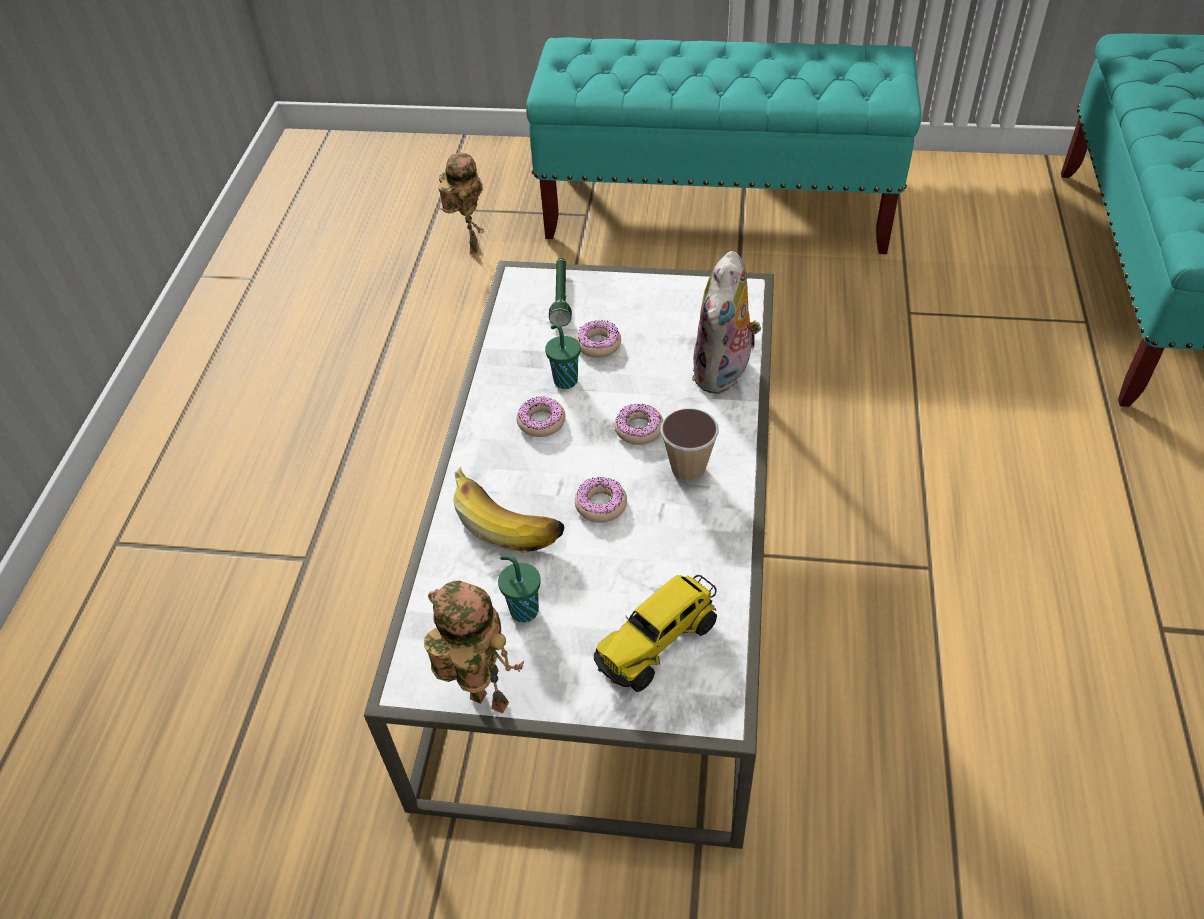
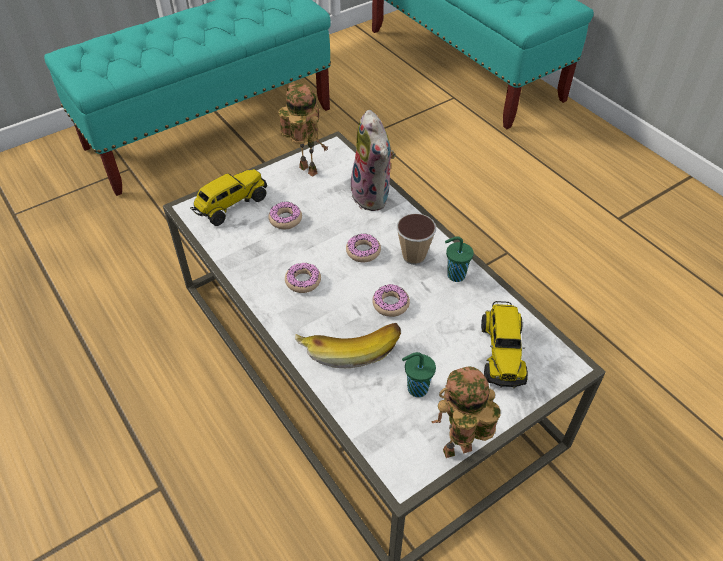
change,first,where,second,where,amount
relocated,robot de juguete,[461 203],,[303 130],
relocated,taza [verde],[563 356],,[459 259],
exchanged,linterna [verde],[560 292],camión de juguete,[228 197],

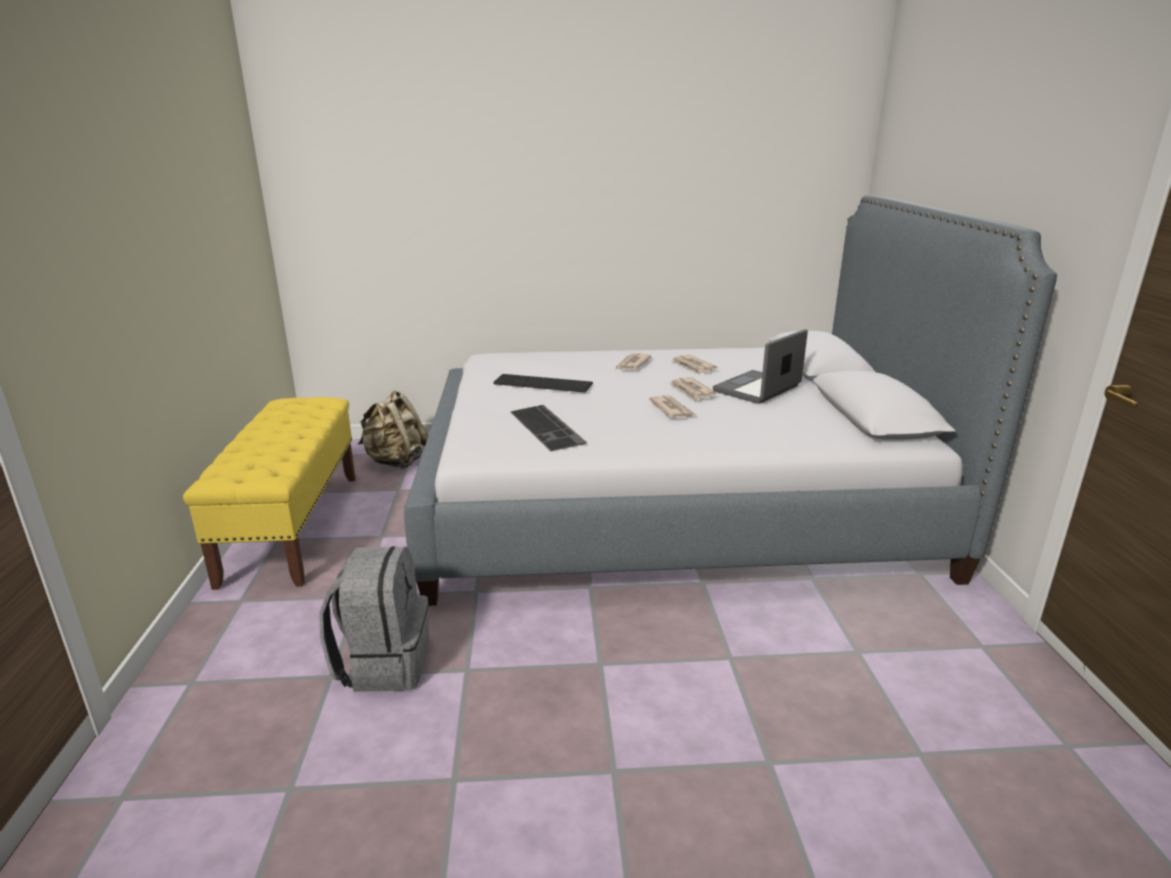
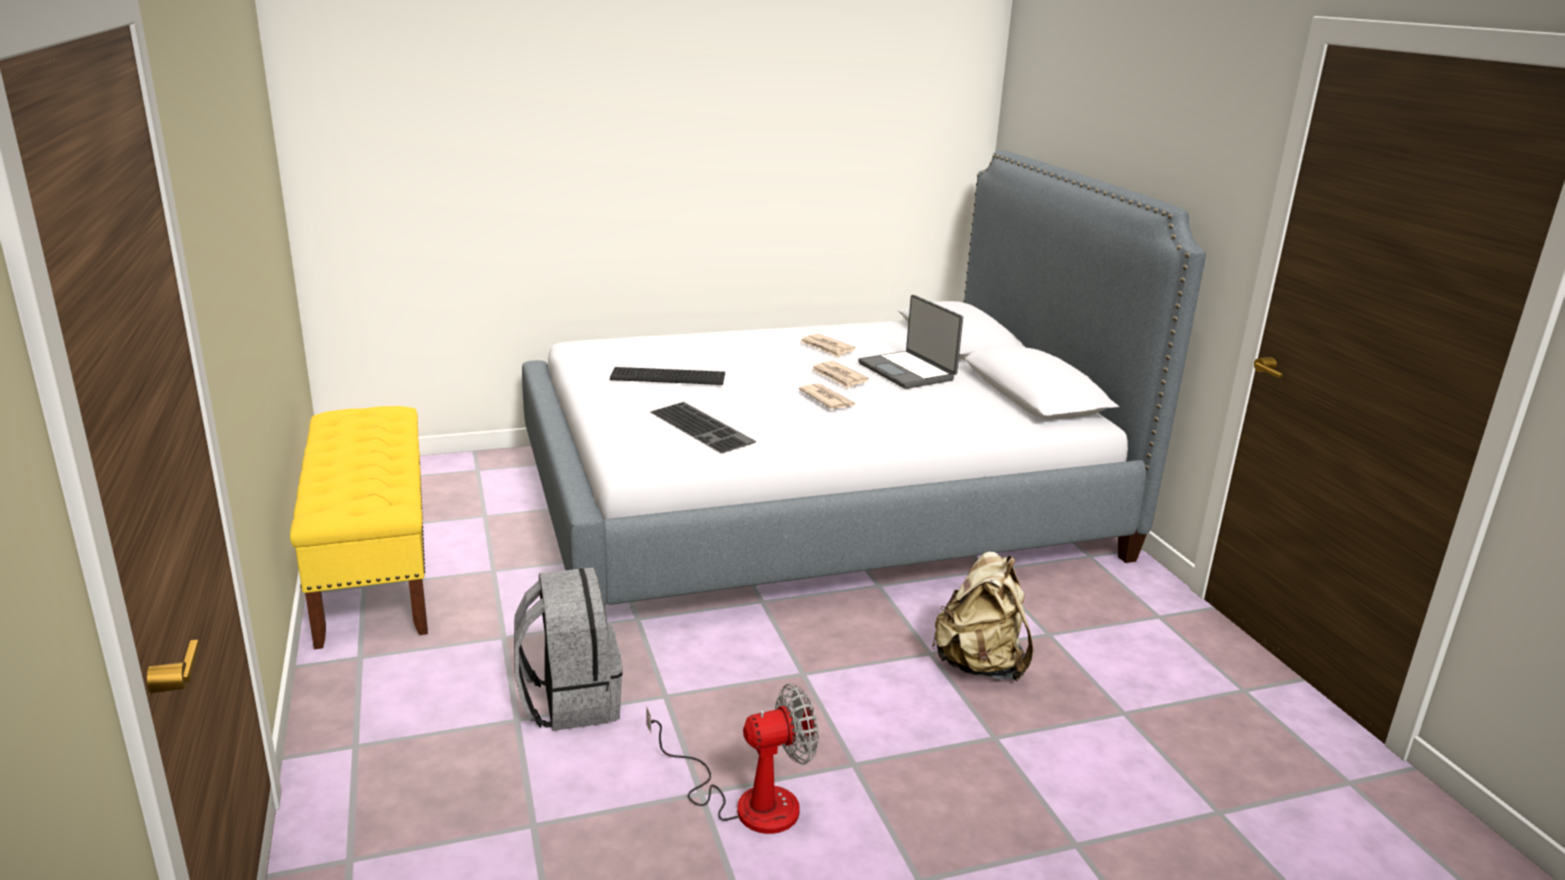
change,first,where,second,where,amount
missing,periódico,[633 361],,,
appeared,,,ventilador,[732 759],
relocated,mochila [beis],[393 430],,[982 616],
spun,portátil,[760 366],,[910 342],60 degrees counterclockwise

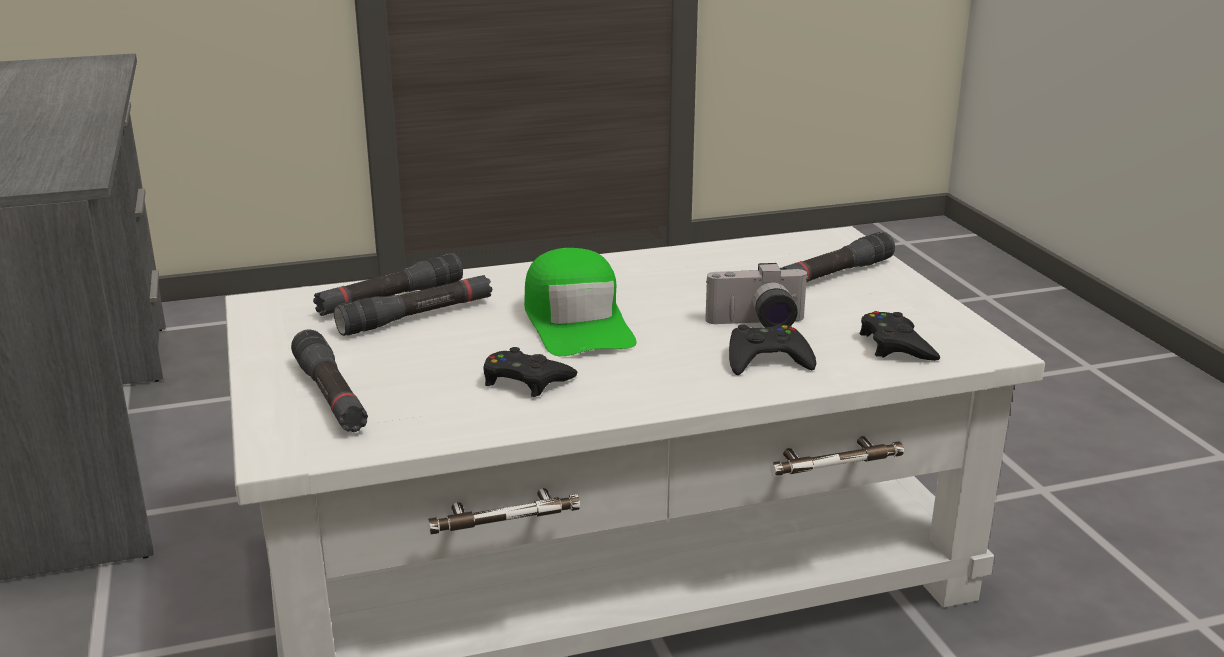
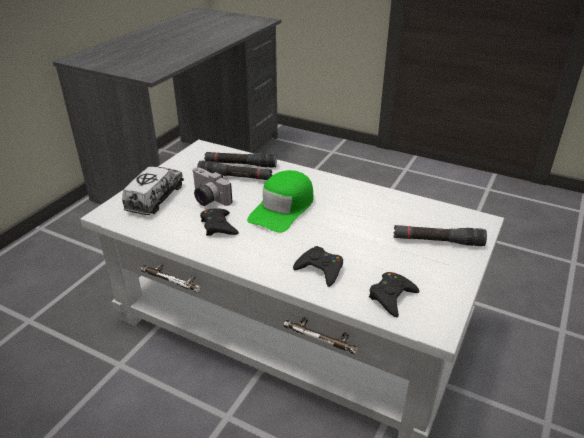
change,first,where,second,where,amount
relocated,cámara,[756 295],,[212 186],
exchanged,linterna [negro],[329 380],camión de juguete,[153 191],

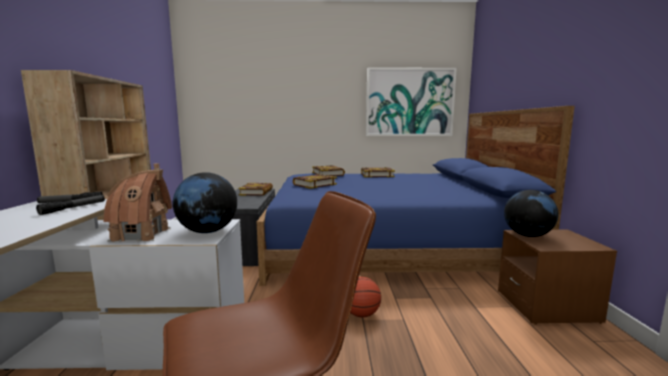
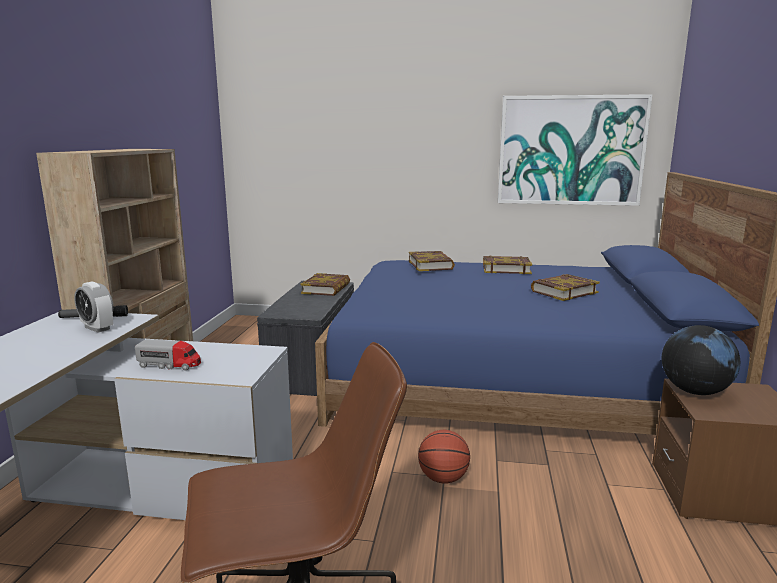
change,first,where,second,where,amount
missing,globo terráqueo,[205 202],,,
relocated,libro,[315 181],,[565 287],
exchanged,linterna,[70 205],despertador,[93 307],
exchanged,casita,[137 202],camión de juguete,[168 355],

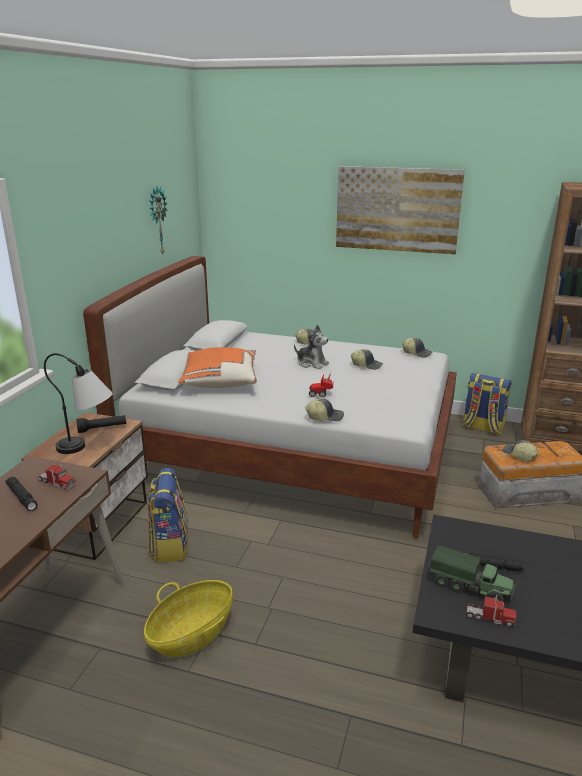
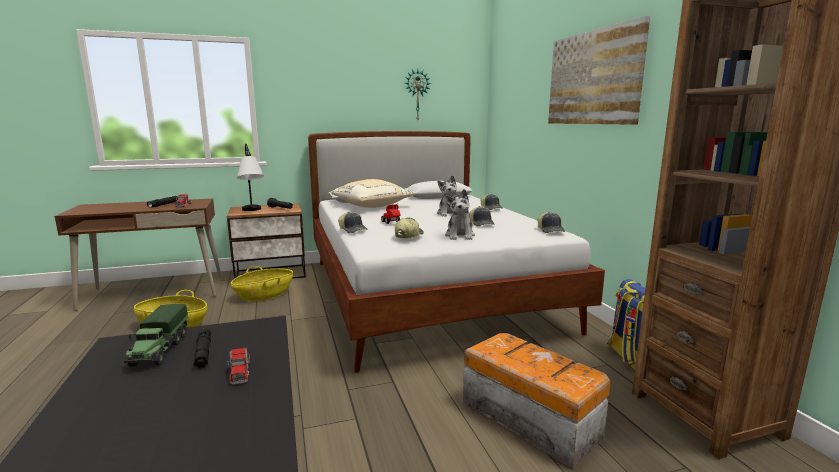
change,first,where,second,where,amount
appeared,,,peluche,[460 214],
relocated,camión de juguete,[491 611],,[238 366],
relocated,gorra,[520 451],,[409 227],
exchanged,mochila,[168 515],cesta,[262 283],
colour,cojín [naranja],[218 367],cojín [beis],[373 193],

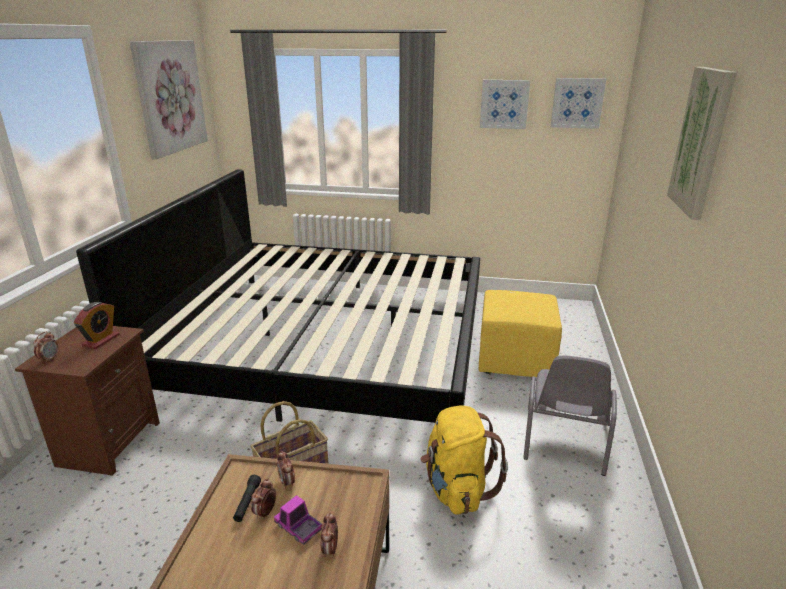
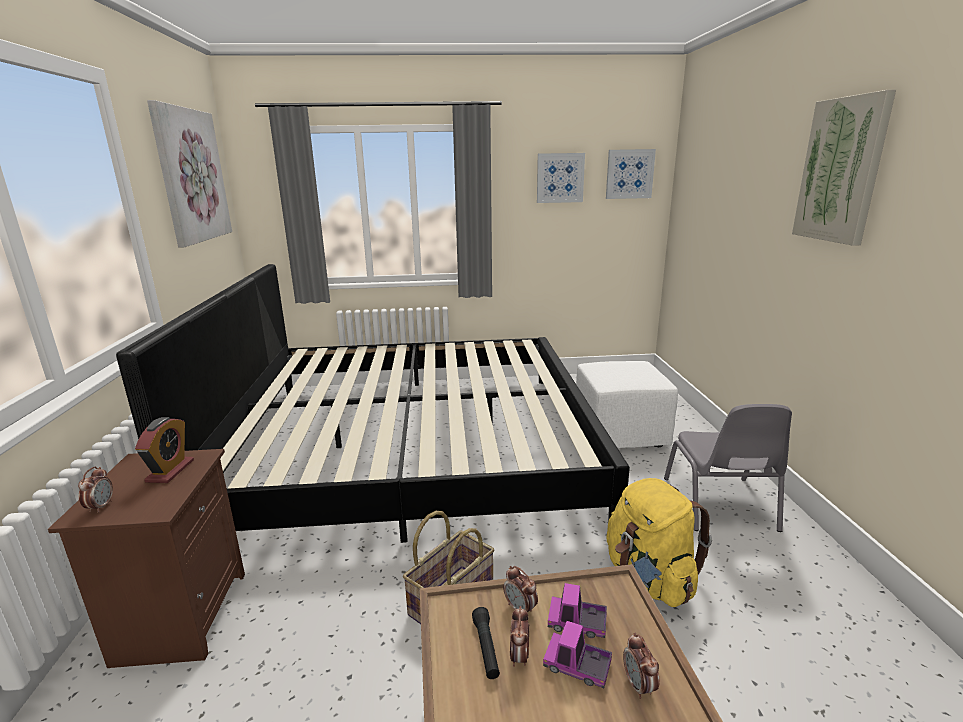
change,first,where,second,where,amount
appeared,,,camión de juguete,[577 610],
colour,puf [amarillo],[520 333],puf [blanco],[627 404],

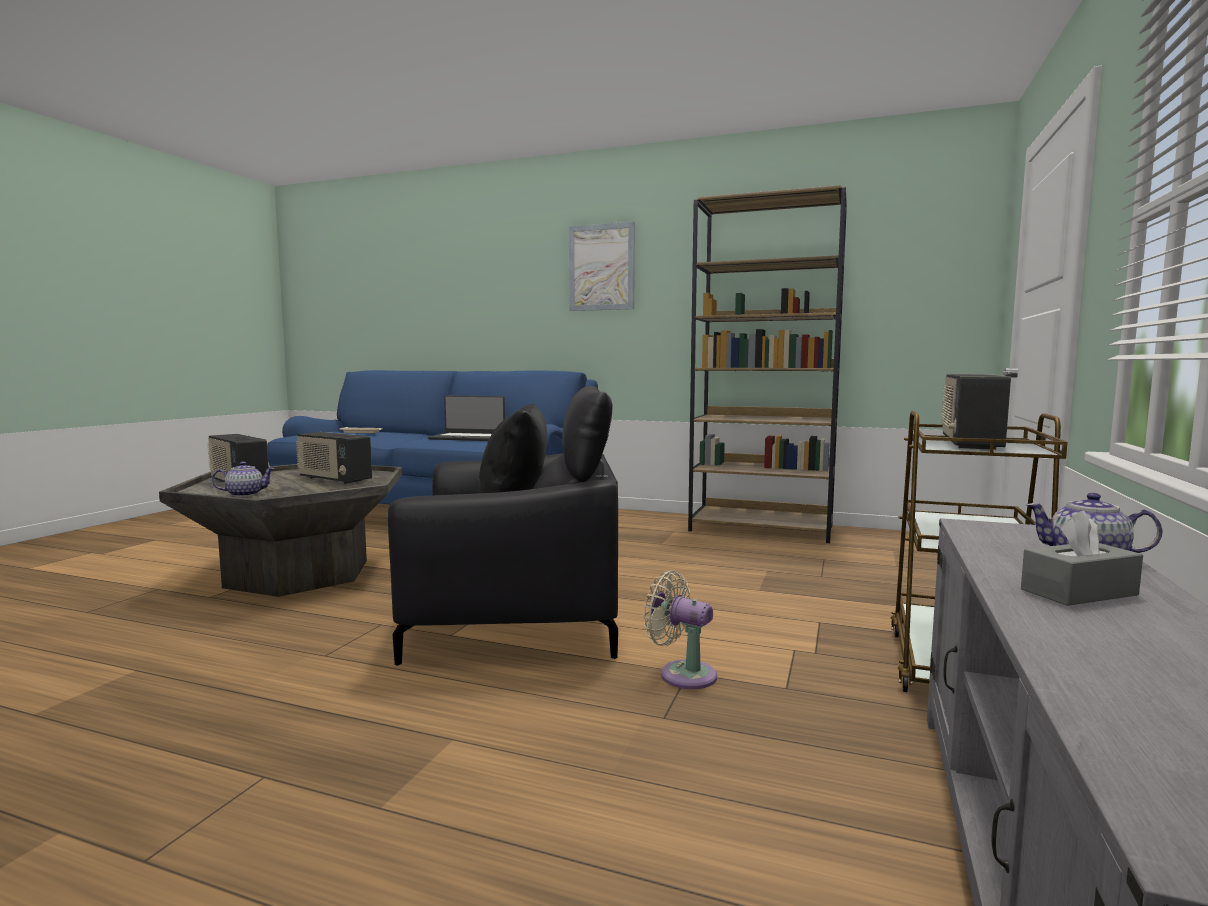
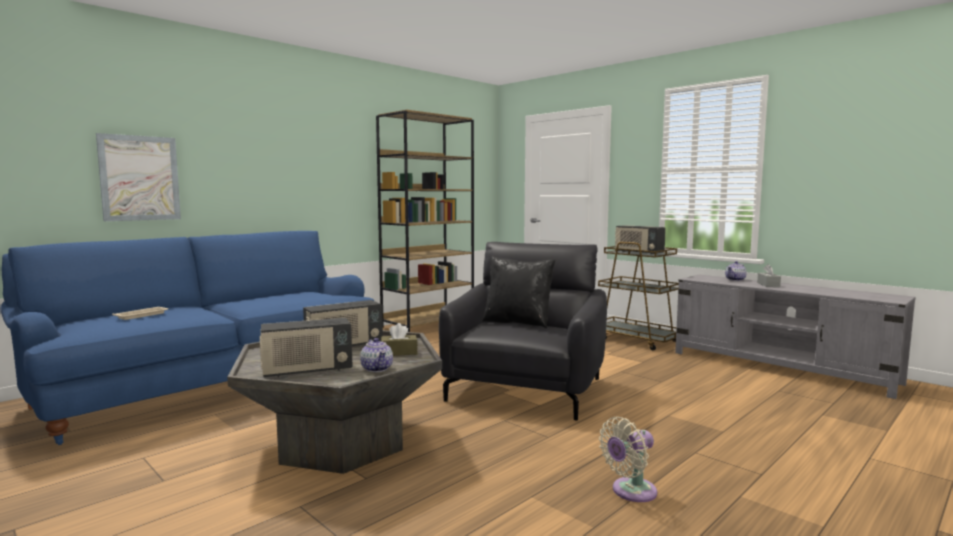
change,first,where,second,where,amount
missing,portátil,[466 418],,,
appeared,,,caja de pañuelos [marrón],[399 339],
relocated,cuadro,[602 266],,[138 177],
relocated,ventilador [beis],[680 630],,[628 459],
spun,tetera,[243 479],,[376 355],150 degrees clockwise

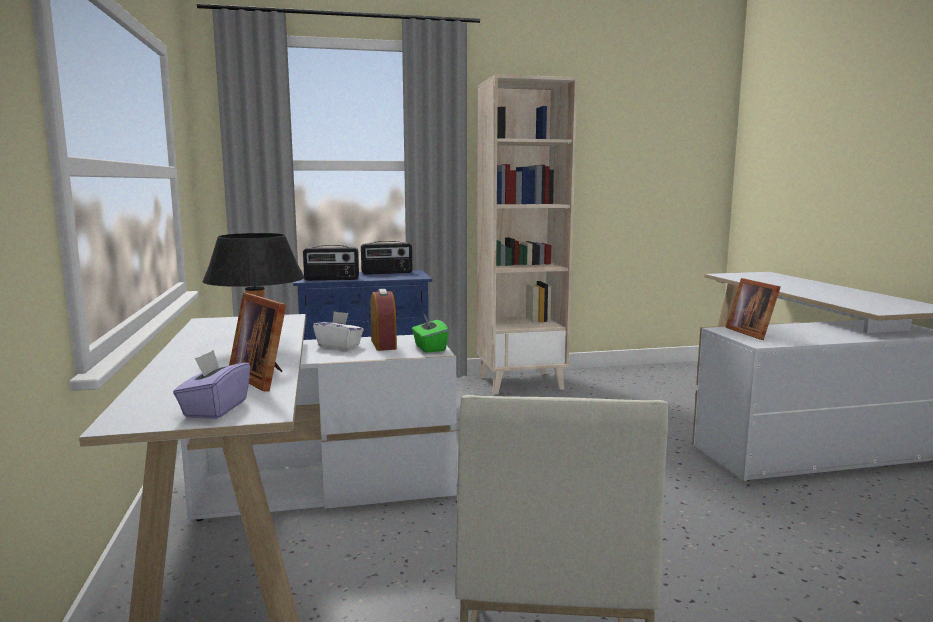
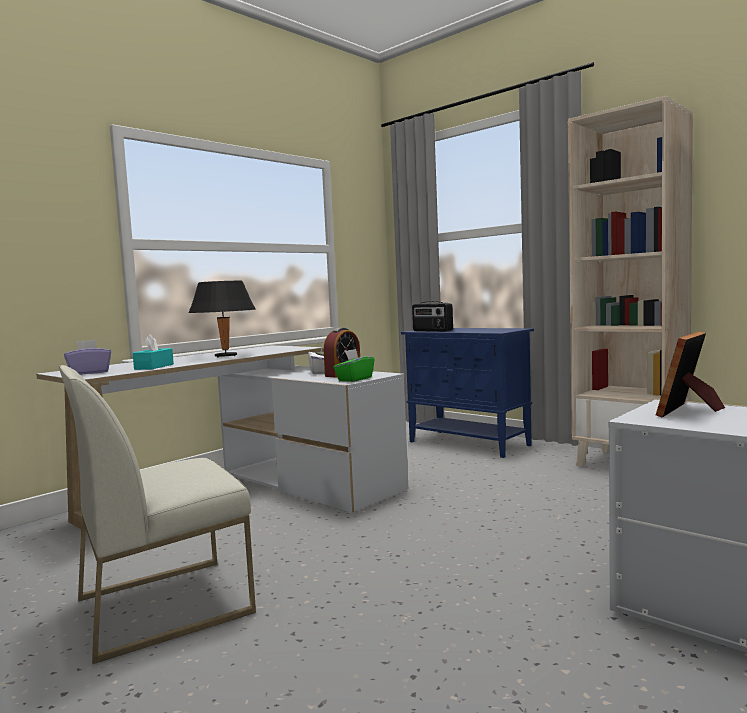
change,first,where,second,where,amount
missing,radio,[386 258],,,
exchanged,portarretratos,[257 342],caja de pañuelos [turquesa],[153 352],

